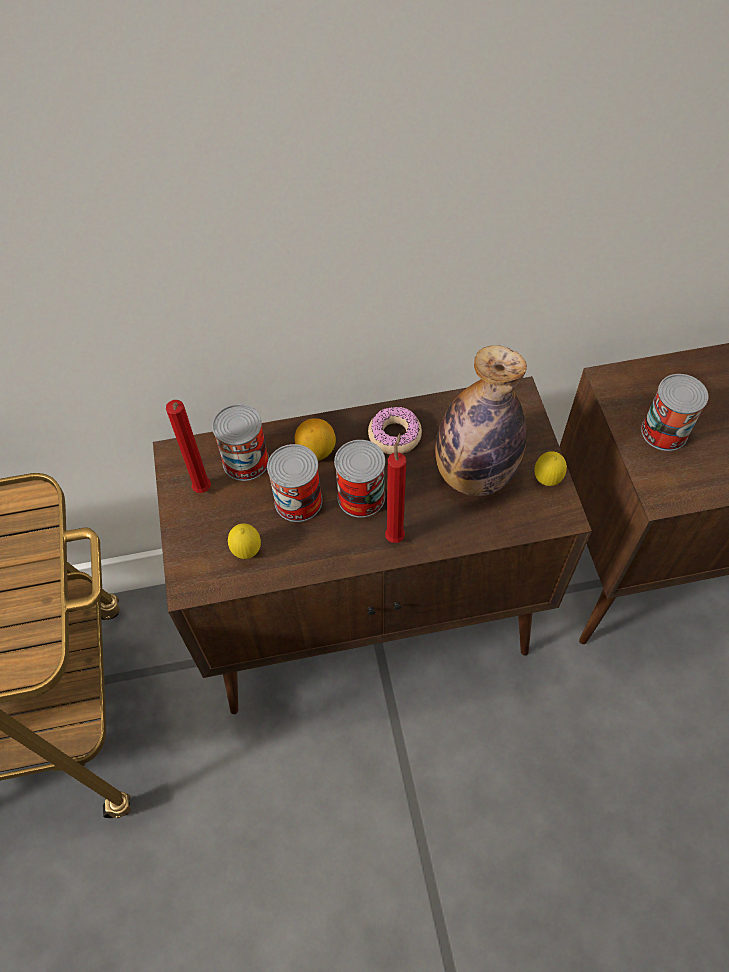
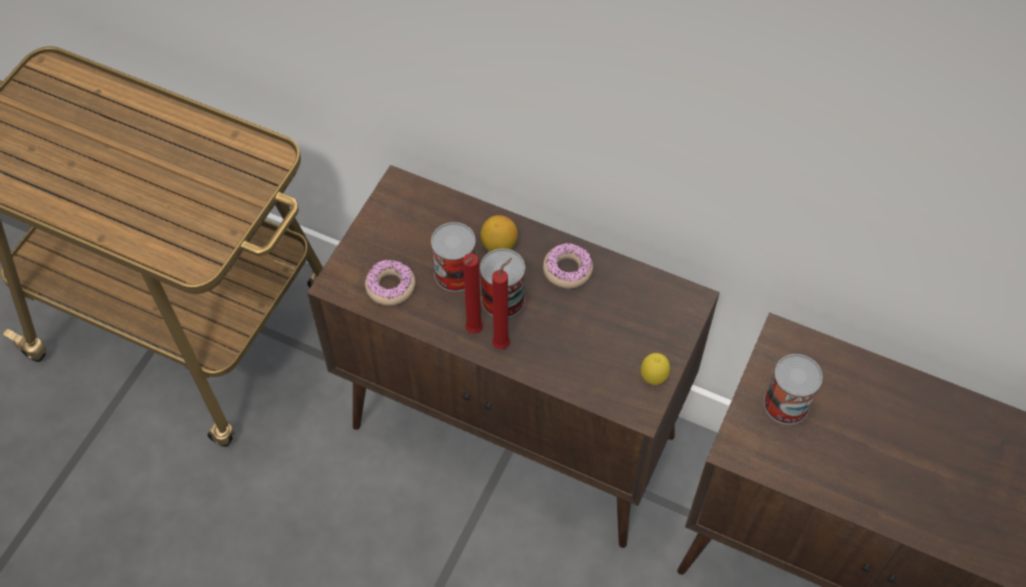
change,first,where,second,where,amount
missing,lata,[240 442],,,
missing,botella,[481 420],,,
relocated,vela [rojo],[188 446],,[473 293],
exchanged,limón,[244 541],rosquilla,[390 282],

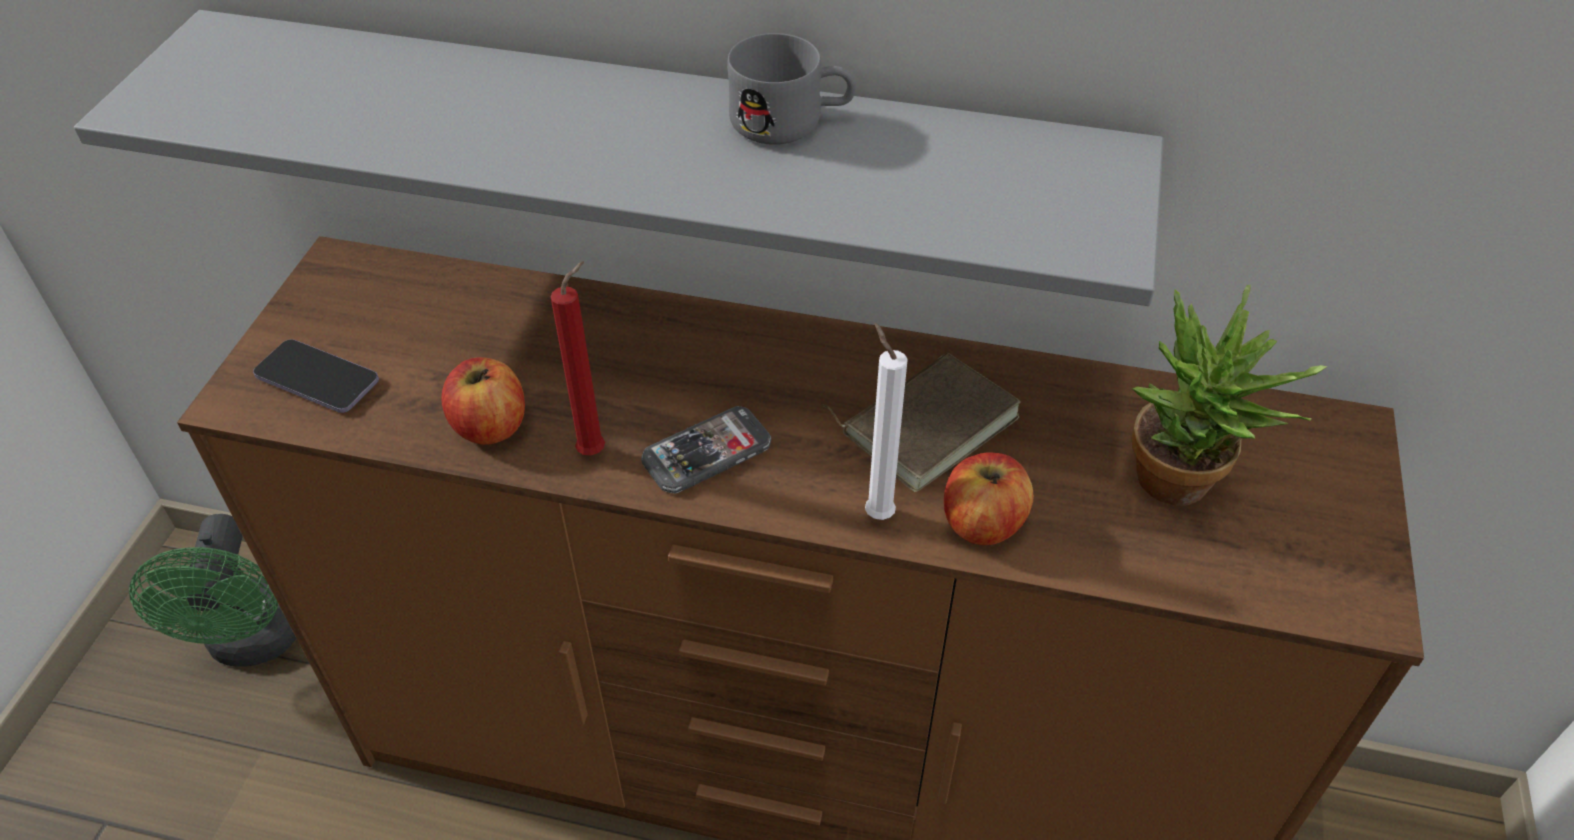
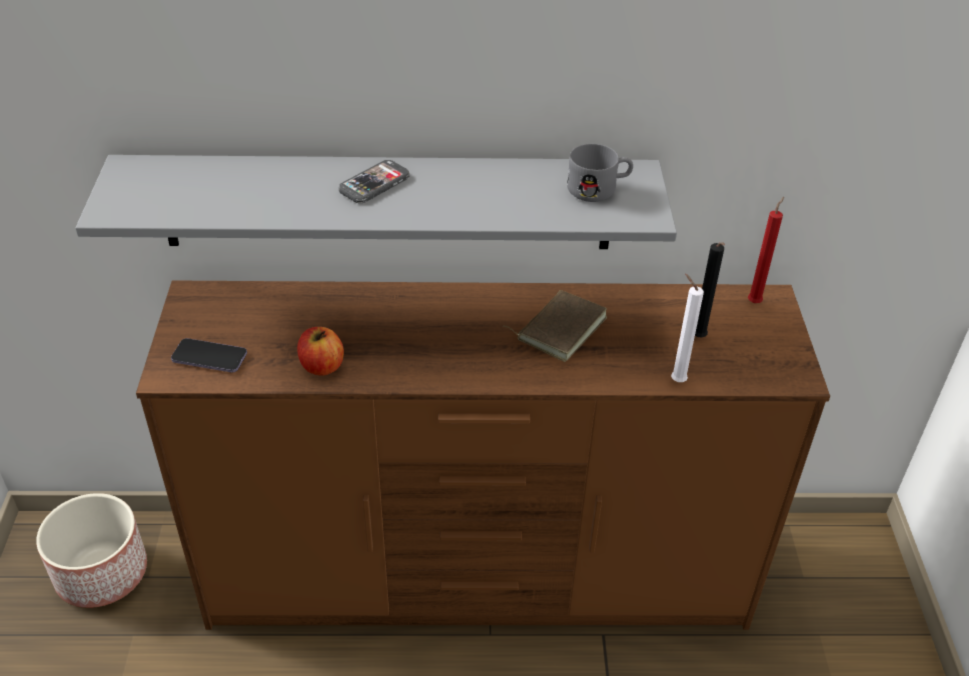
change,first,where,second,where,amount
missing,manzana,[988 499],,,
relocated,vela [rojo],[578 358],,[766 250],
relocated,móvil,[706 450],,[374 181],
relocated,taza grande [gris],[791 89],,[600 173],
relocated,vela [blanco],[886 421],,[687 328],
exchanged,ventilador [verde],[213 590],maceta,[91 550],
exchanged,planta en maceta,[1230 395],vela [negro],[710 289],

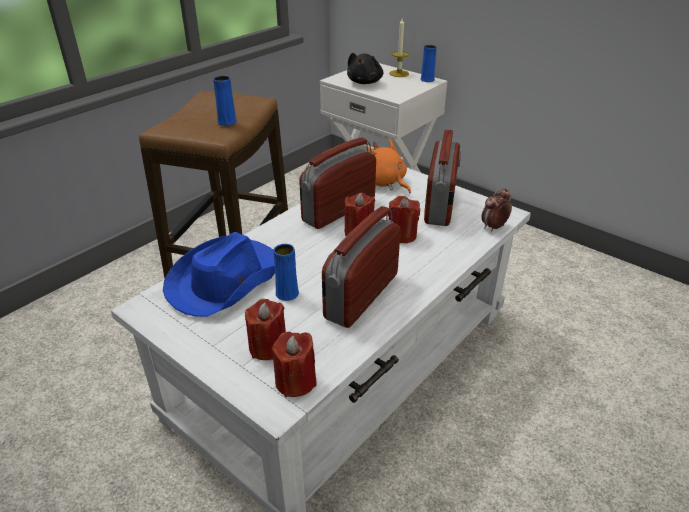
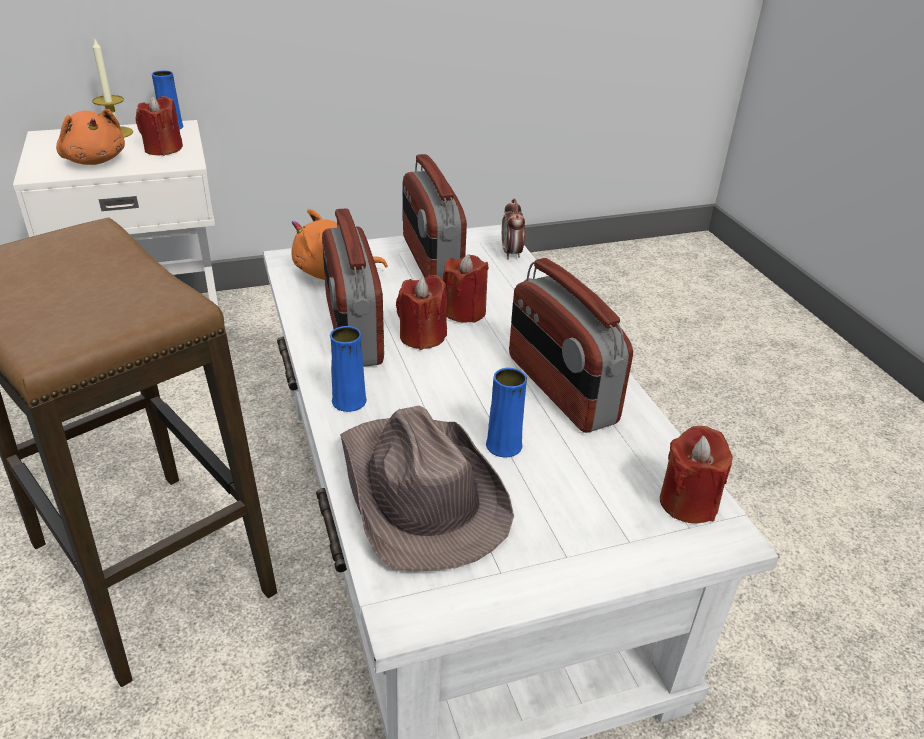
change,first,where,second,where,amount
relocated,florero [azul],[225 100],,[348 369],
relocated,vela [rojo],[265 329],,[159 126],
colour,sombrero [azul],[219 274],sombrero [marrón],[427 488],
colour,peluche [negro],[365 68],peluche [naranja],[90 137],
spun,radio,[443 178],,[435 217],150 degrees counterclockwise

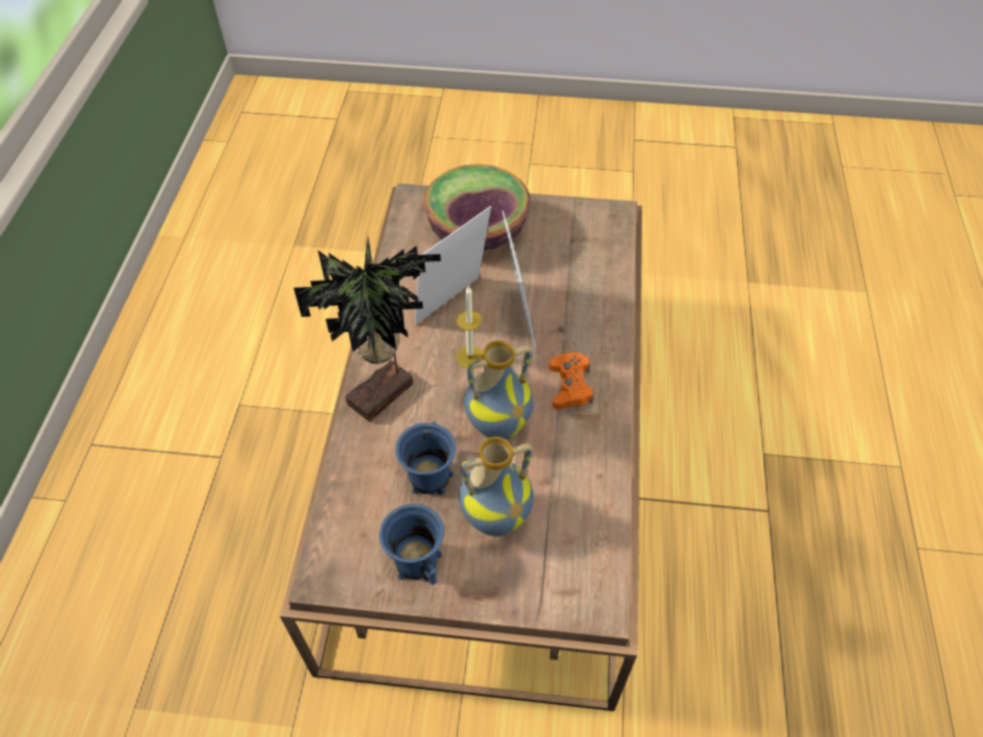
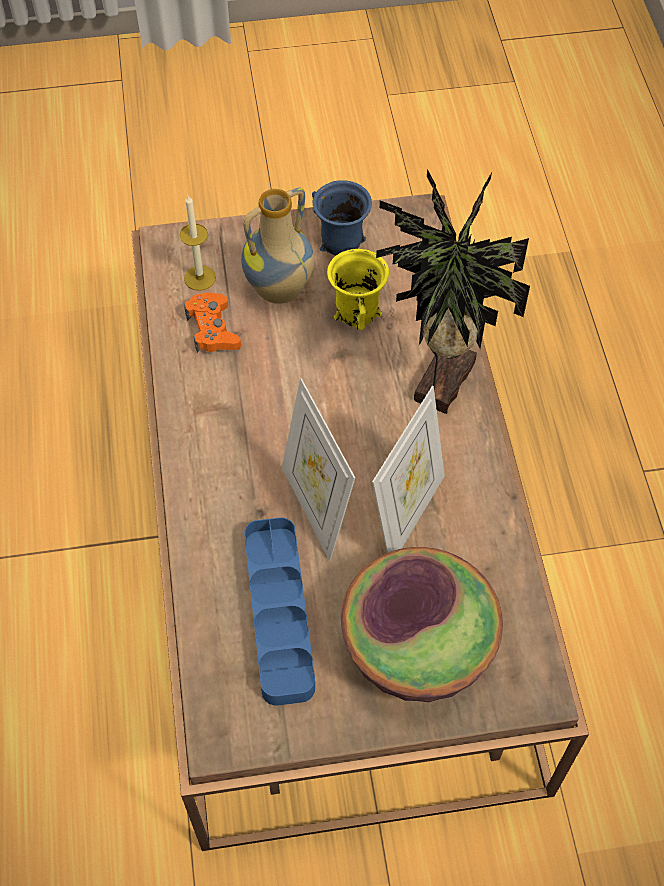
change,first,where,second,where,amount
missing,florero,[498 390],,,
appeared,,,bandeja [azul],[279 611],
relocated,vela,[469 327],,[198 243],
relocated,mando de consola [naranja],[571 380],,[212 322],
colour,taza grande [azul],[425 458],taza grande [amarillo],[358 289],

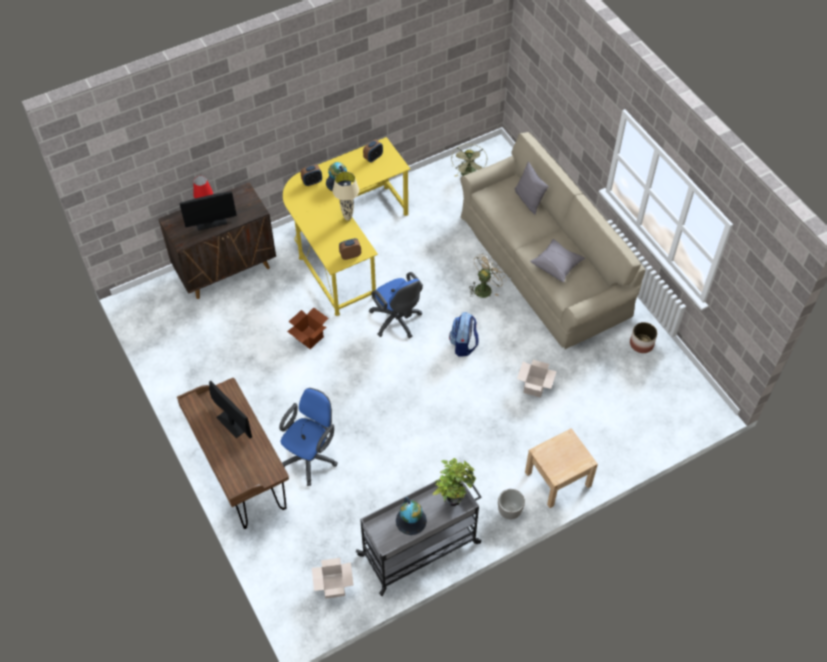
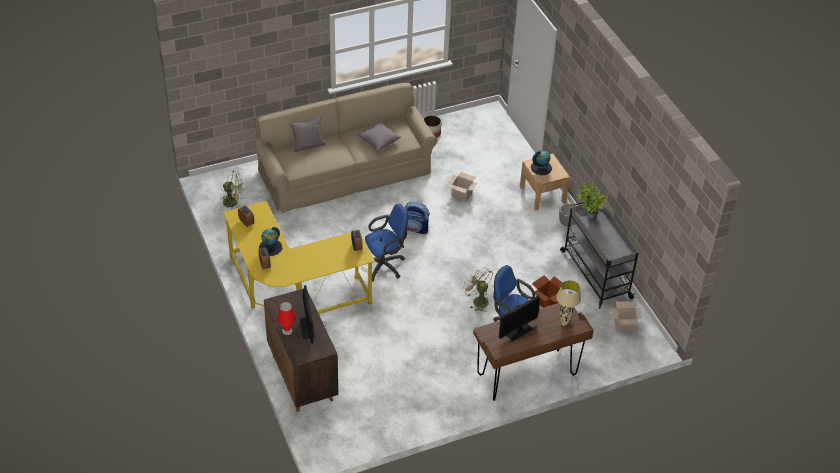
change,first,where,second,where,amount
relocated,caja de cartón,[307 328],,[549 291],
relocated,lámpara de mesa [beis],[346 196],,[568 303],
relocated,globo terráqueo,[411 516],,[541 162],
relocated,ventilador [beis],[488 275],,[477 289],

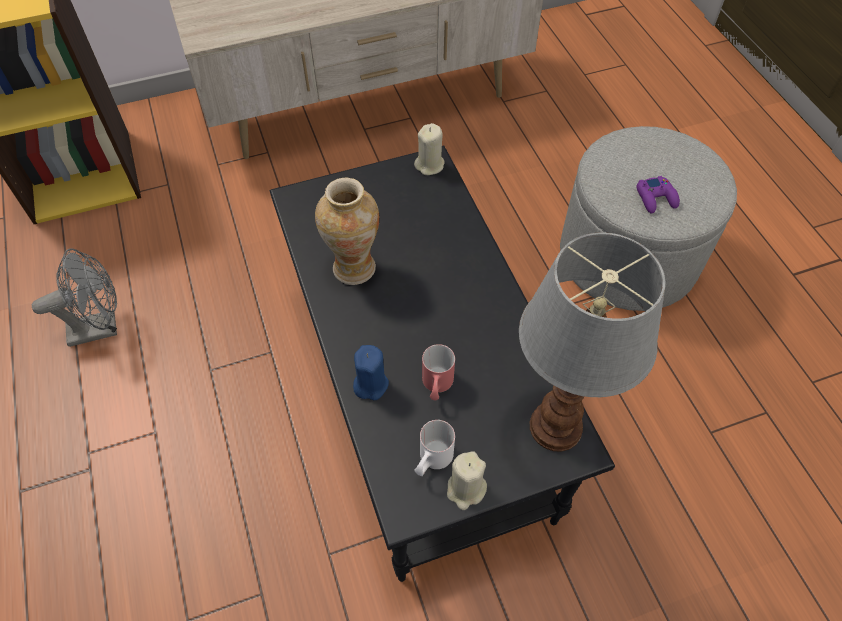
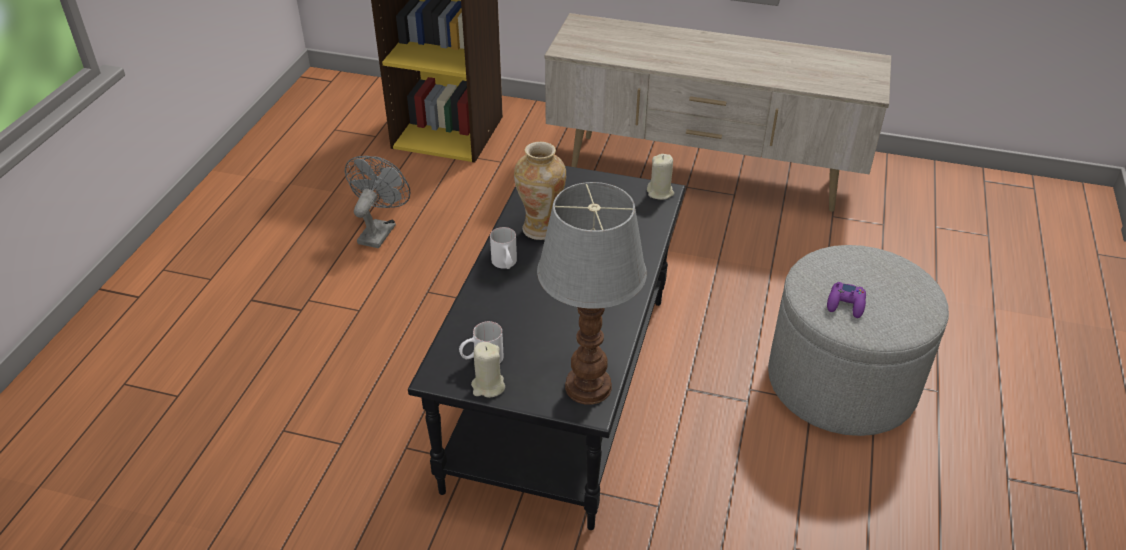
change,first,where,second,where,amount
missing,vela [azul],[371 372],,,
missing,taza grande [rojo],[438 372],,,
appeared,,,taza grande [blanco],[503 248],
spun,ventilador [gris],[74 298],,[377 202],90 degrees counterclockwise

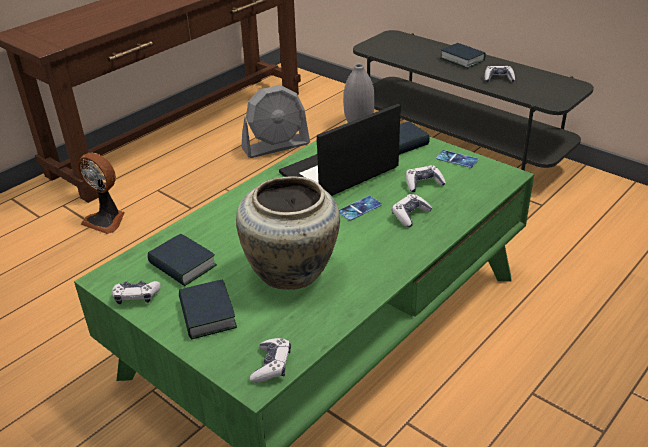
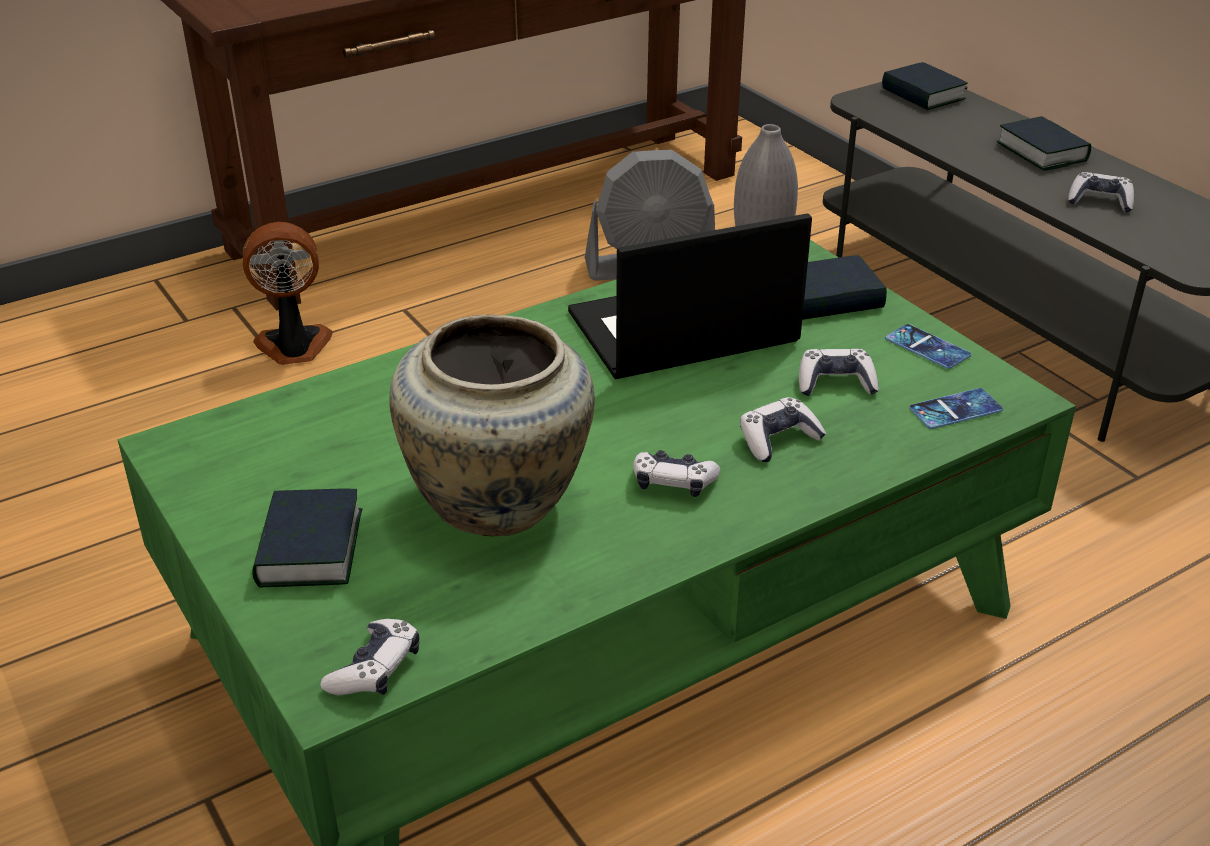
change,first,where,second,where,amount
relocated,mando de consola,[136 292],,[676 473],
relocated,libro,[182 260],,[925 86],
relocated,móvil,[360 208],,[956 408],
spun,ventilador,[100 193],,[288 293],120 degrees clockwise

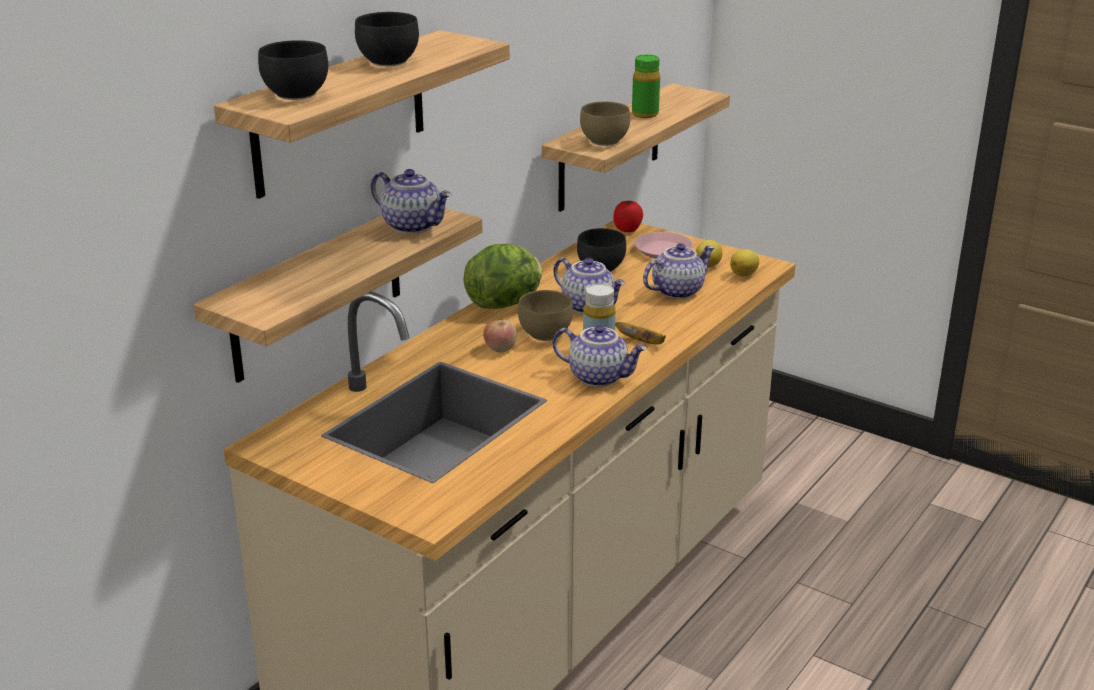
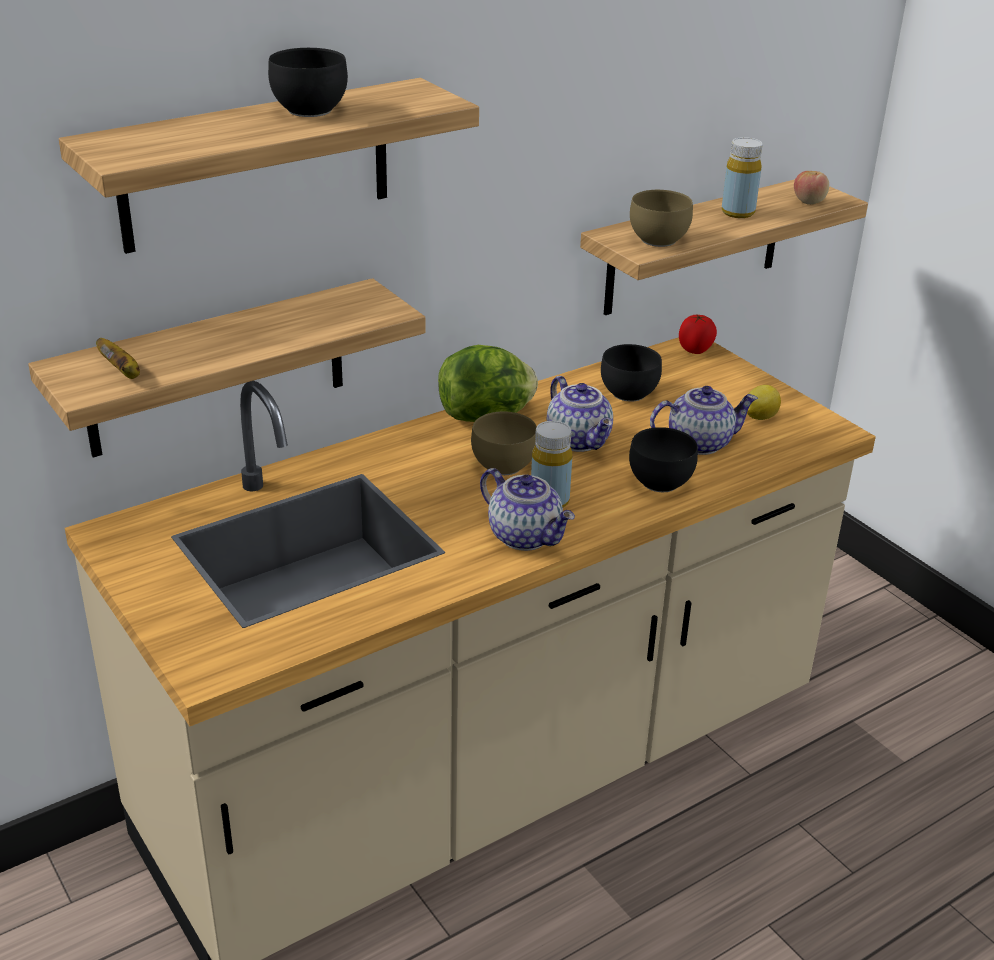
change,first,where,second,where,amount
missing,tetera,[411 201],,,
missing,plato [rosa],[663 245],,,
missing,limón,[744 263],,,
relocated,cuenco [negro],[293 70],,[663 459],
relocated,manzana,[500 336],,[811 188],
relocated,plátano,[640 333],,[118 358],
colour,botella [verde],[646 86],botella [amarillo],[742 177],

